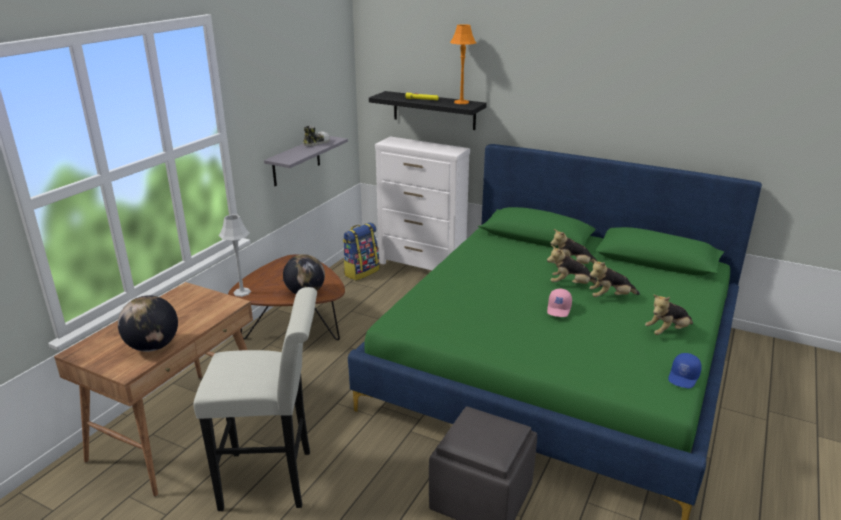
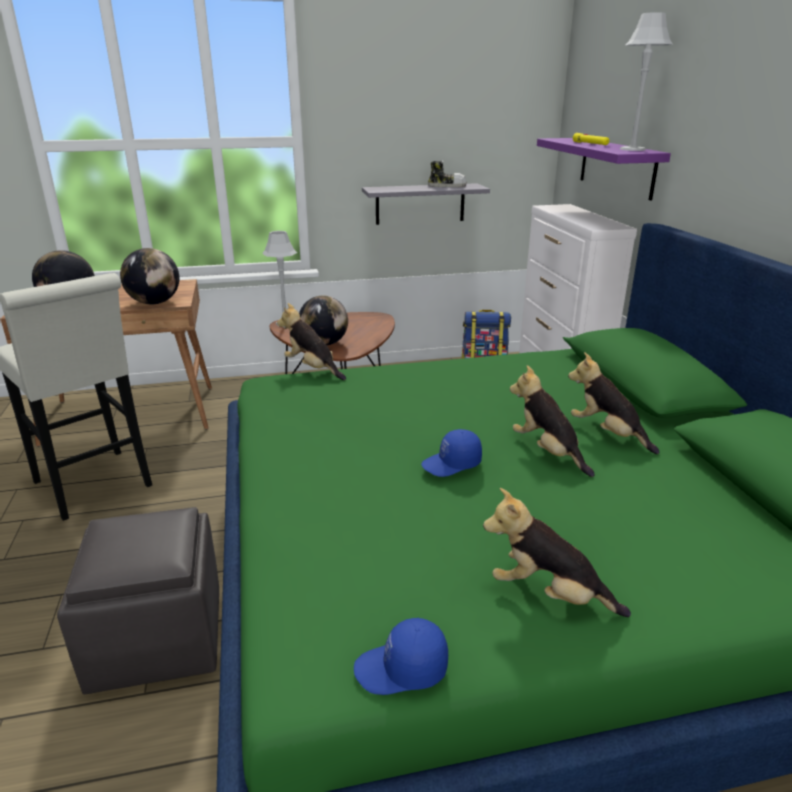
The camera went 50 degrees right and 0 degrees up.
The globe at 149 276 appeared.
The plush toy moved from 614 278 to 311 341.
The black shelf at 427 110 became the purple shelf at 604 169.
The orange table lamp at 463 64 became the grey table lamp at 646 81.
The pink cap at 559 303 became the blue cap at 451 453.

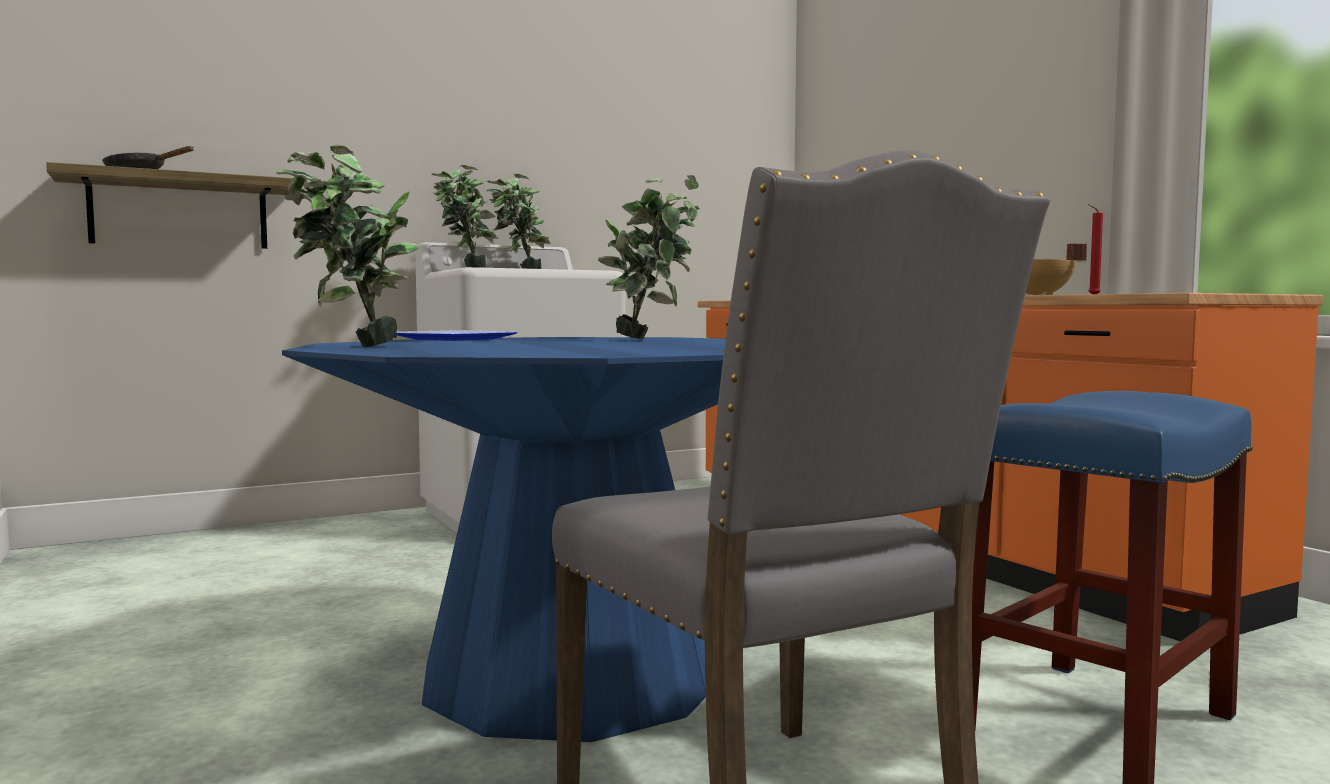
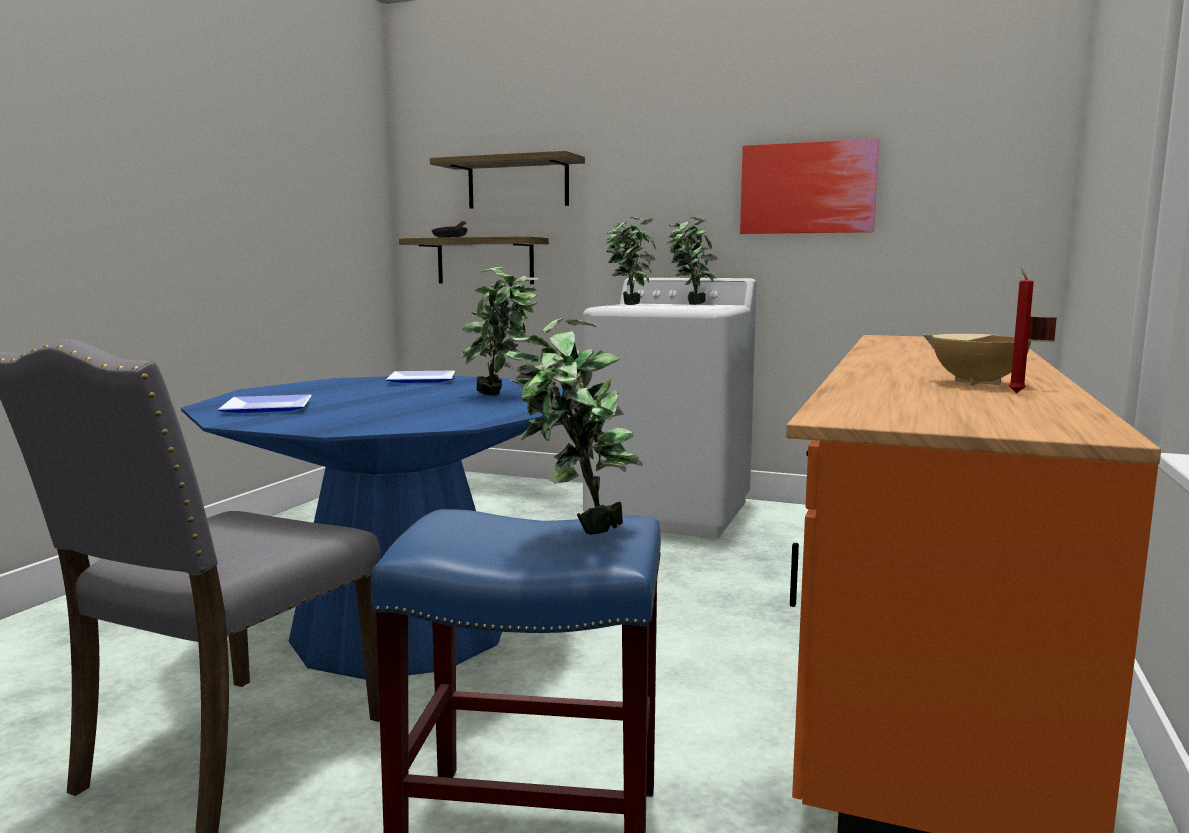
The camera went 50 degrees right and 5 degrees up.
The plate at 264 403 appeared.
The shelf at 507 179 appeared.
The picture at 809 186 appeared.
The potted plant moved from 347 245 to 574 426.

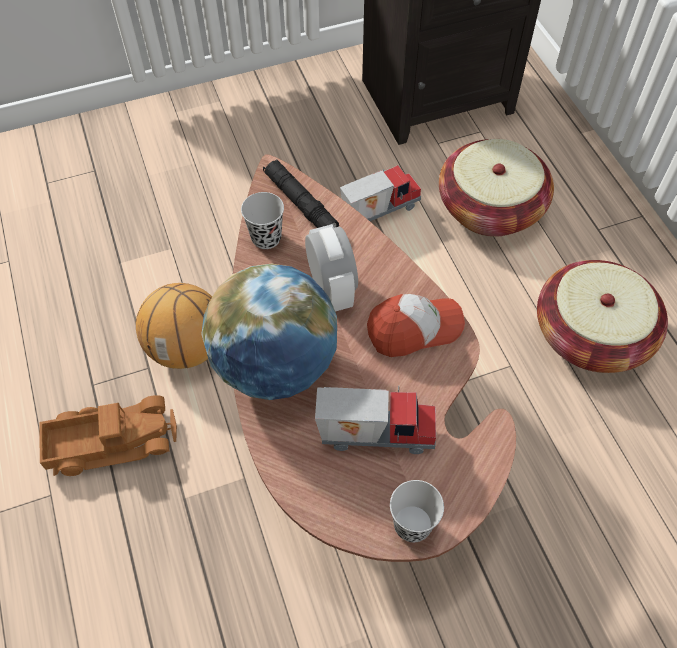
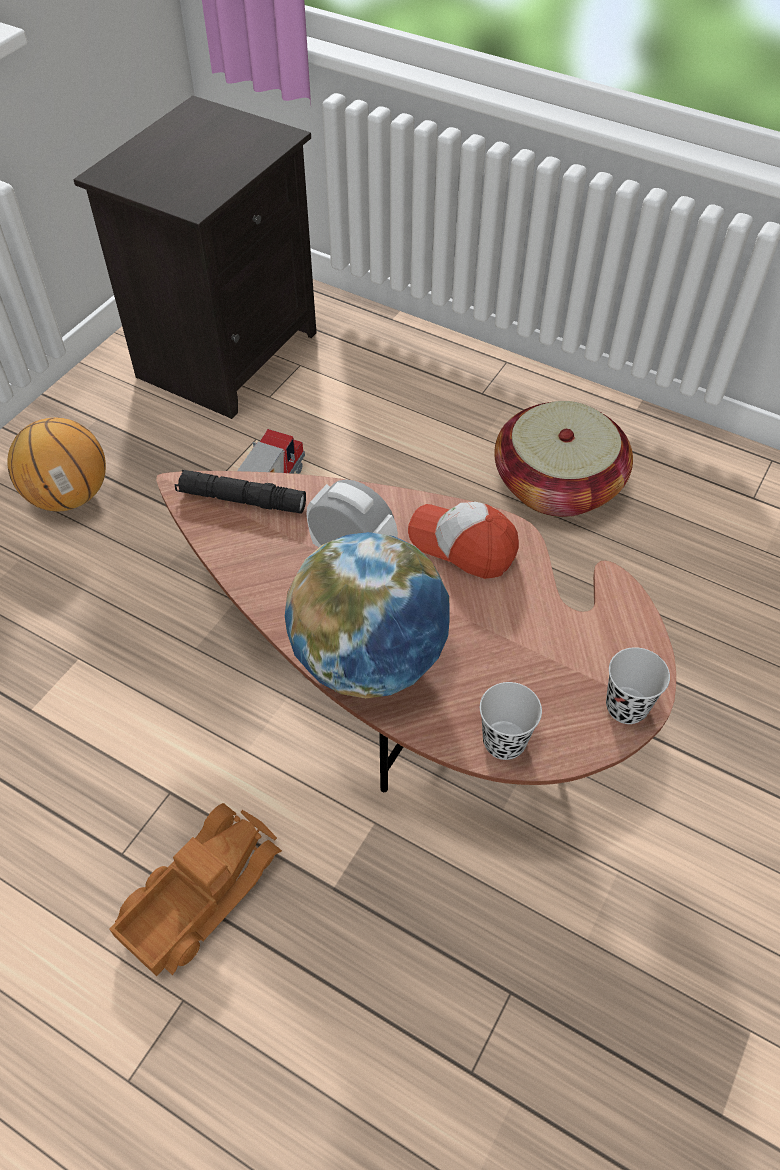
The camera went 40 degrees left and 5 degrees down.
The toy truck at 375 419 disappeared.
The basket at 496 188 disappeared.
The basketball moved from 174 326 to 57 464.
The black cup moved from 262 220 to 511 721.
The cap at 416 325 turned 90 degrees counterclockwise.

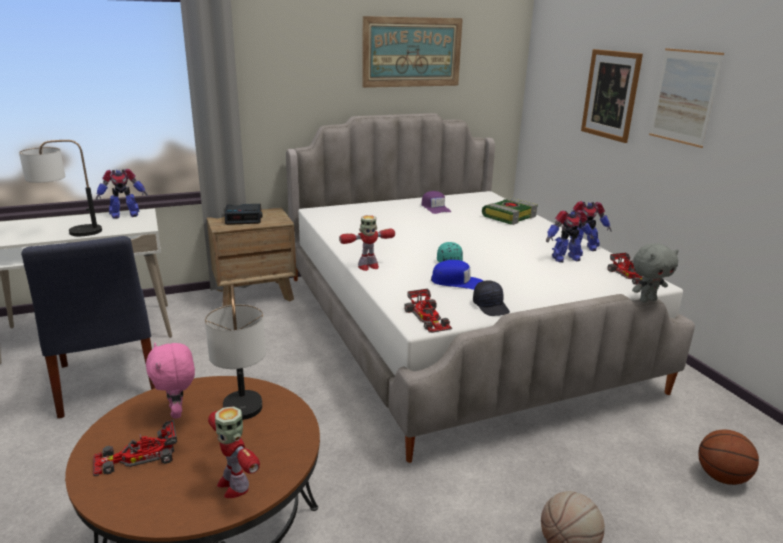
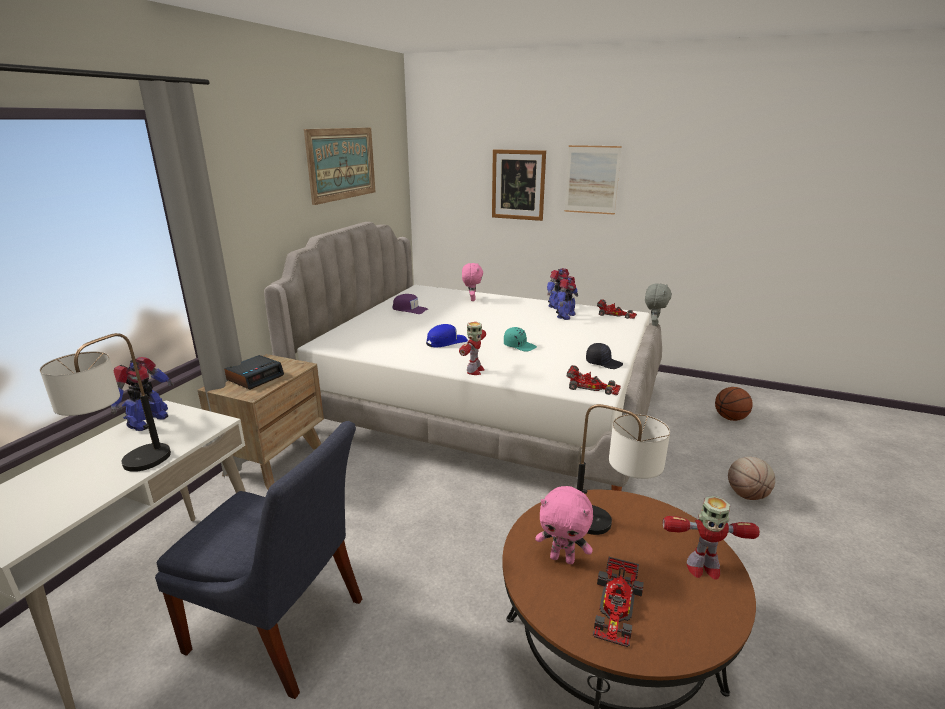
The camera went 45 degrees left and 0 degrees up.
The blue cap moved from 457 275 to 447 335.
The book at 510 211 was replaced by the pink plush toy at 472 282.

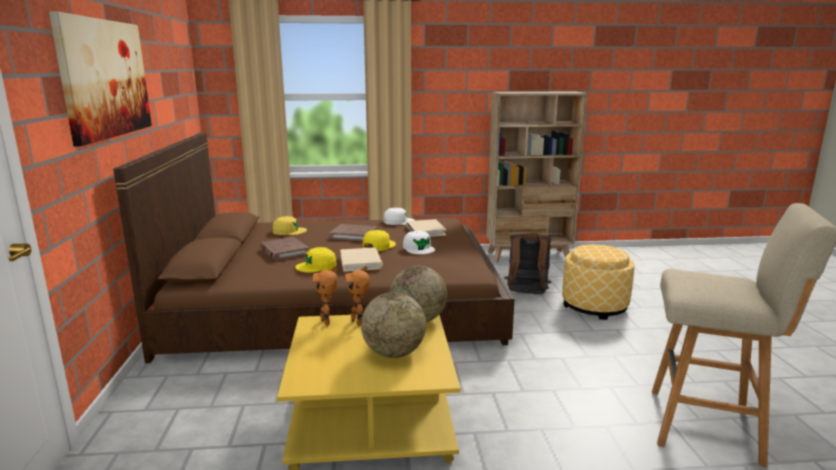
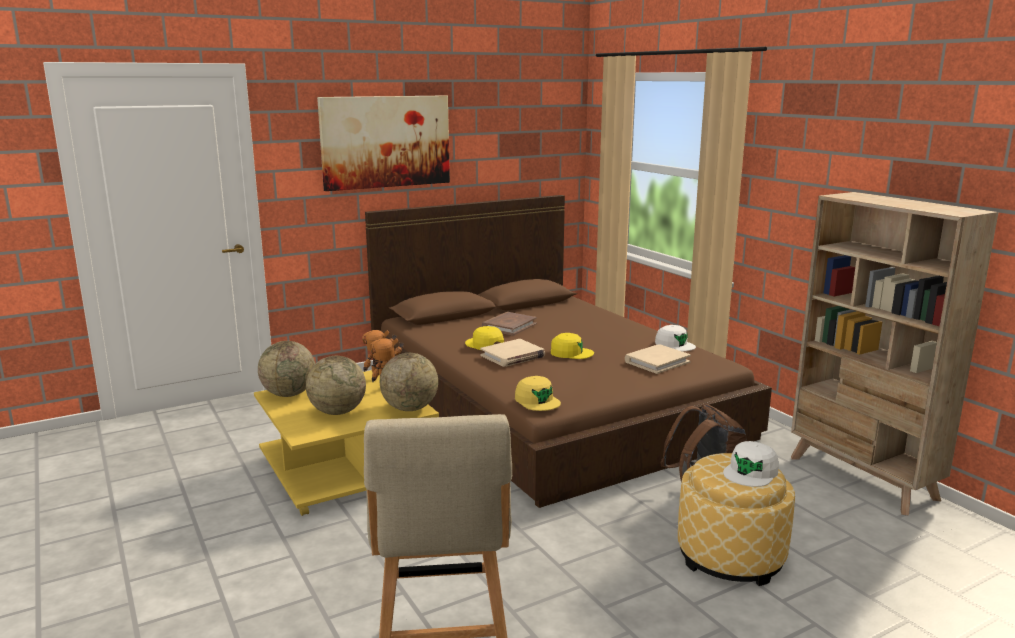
The camera went 65 degrees right and 0 degrees up.
The brown book at 353 232 disappeared.
The globe at 286 369 appeared.
The yellow cap moved from 290 225 to 538 393.
The white cap moved from 419 242 to 751 464.

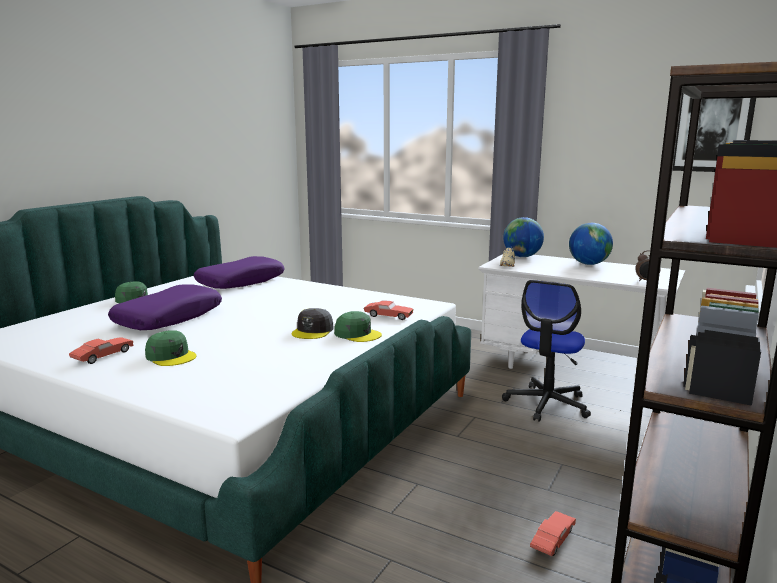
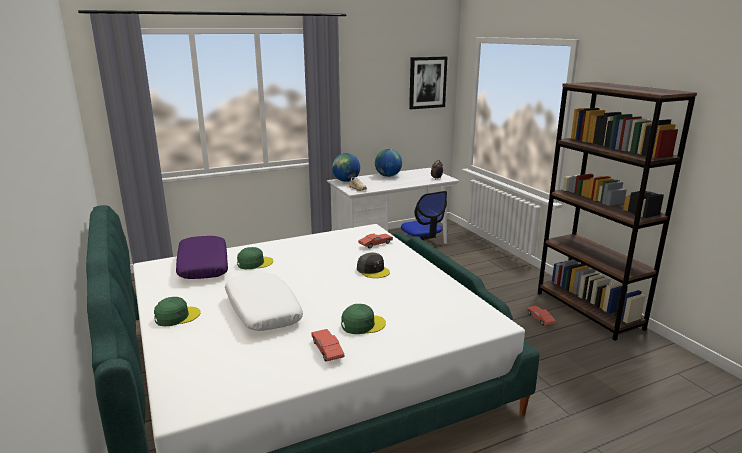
The camera went 55 degrees left and 5 degrees up.
The green cap moved from 358 326 to 255 258.
The purple pillow at 165 307 became the white pillow at 264 302.

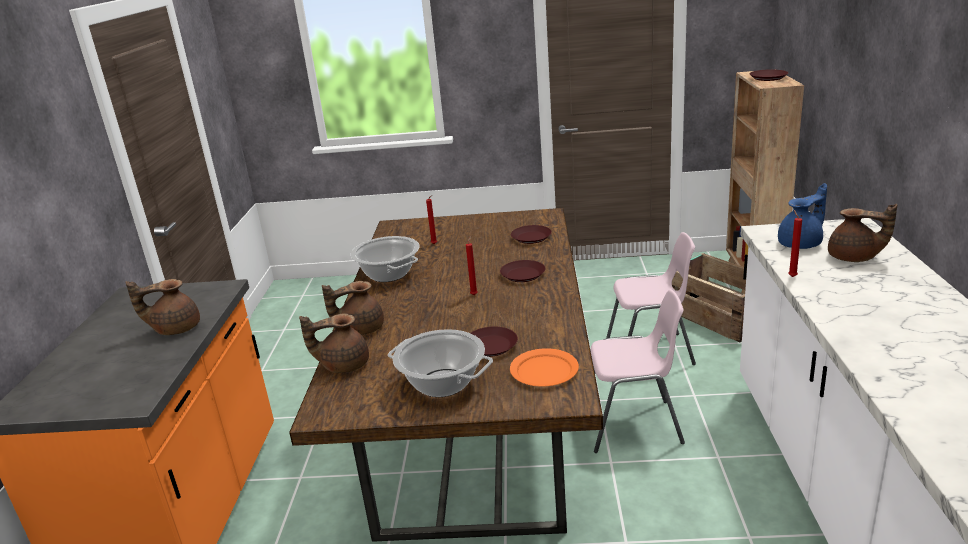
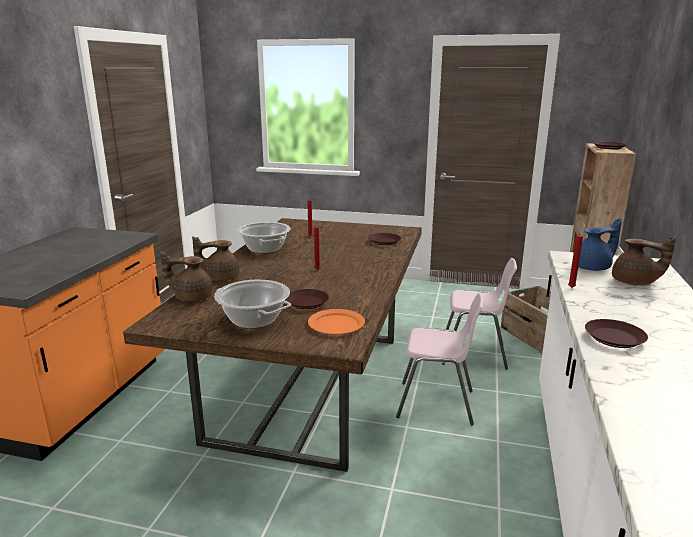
The camera went 10 degrees right and 5 degrees down.
The brown teapot at 163 307 disappeared.
The brown plate moved from 523 271 to 616 333.

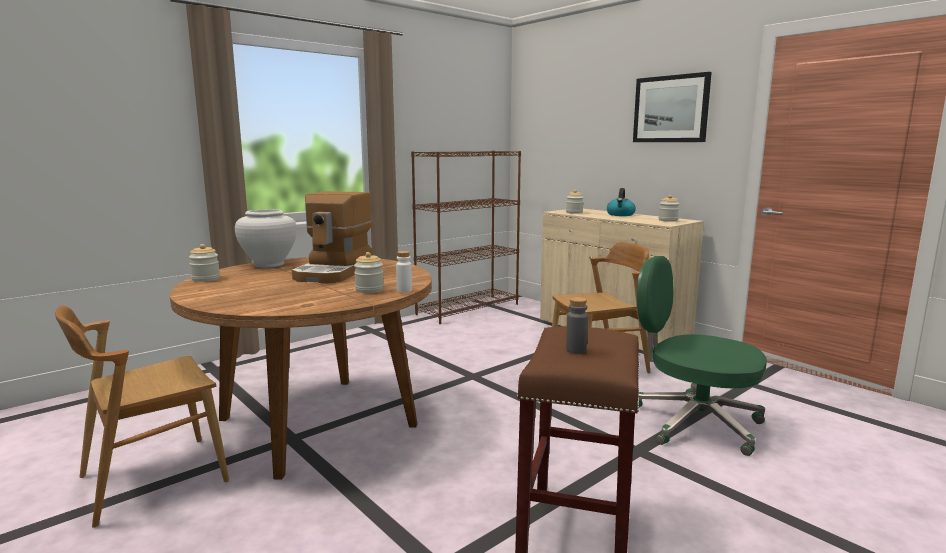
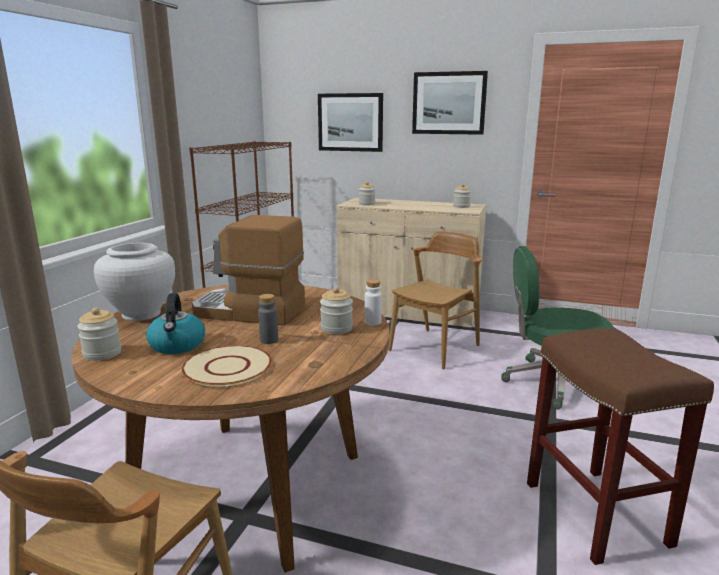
The camera went 30 degrees left and 5 degrees up.
The beige plate at 227 366 appeared.
The picture at 350 122 appeared.
The grey bottle moved from 577 325 to 268 319.
The kettle moved from 621 202 to 175 323.
The coffee machine at 332 237 turned 120 degrees clockwise.

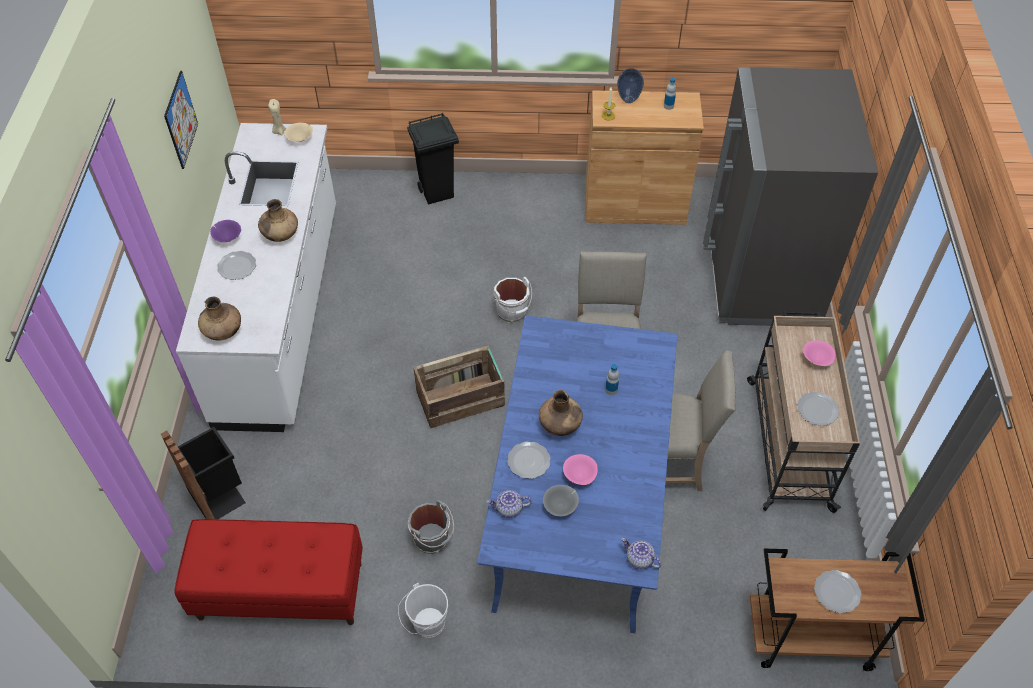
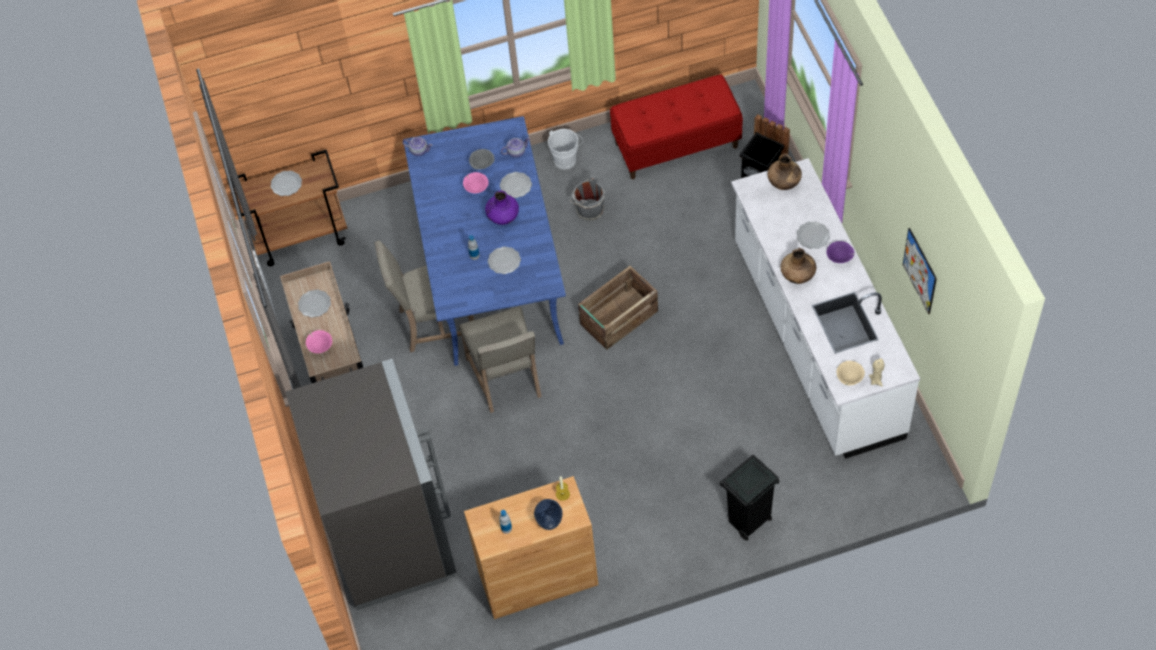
The camera went 165 degrees right and 5 degrees up.
The white bucket at 513 299 disappeared.
The plate at 504 260 appeared.
The brown vase at 561 413 became the purple vase at 502 207.

